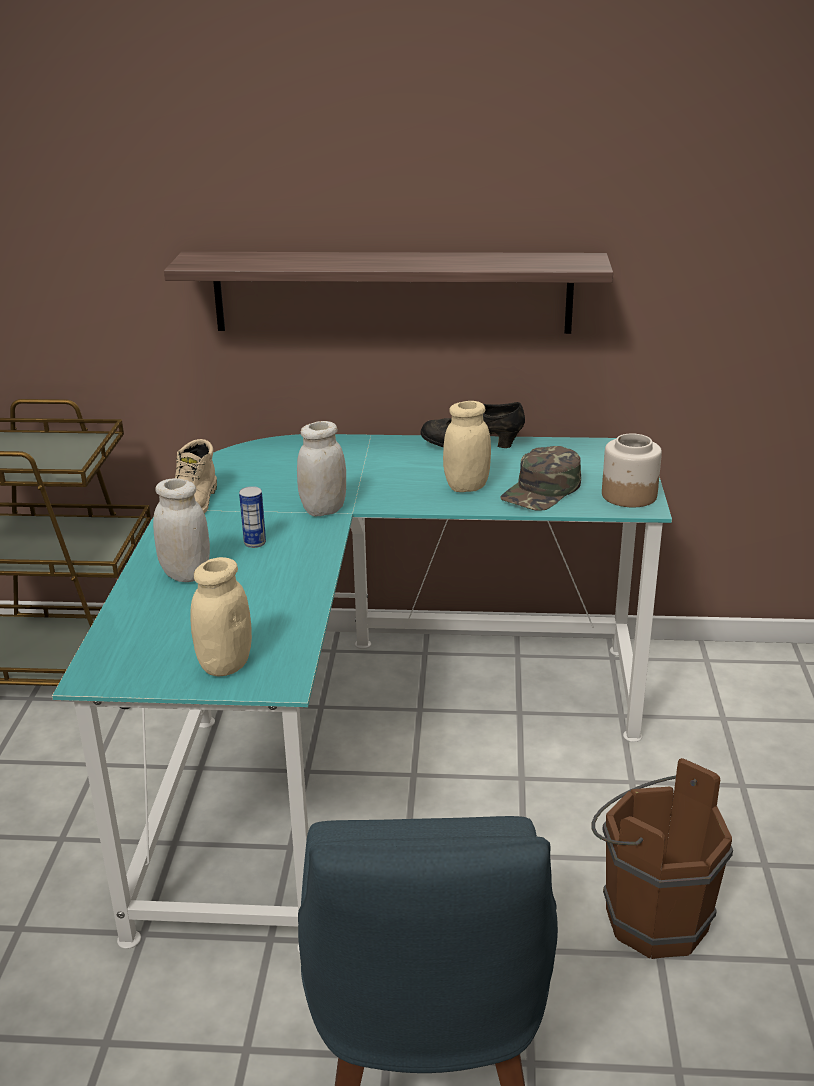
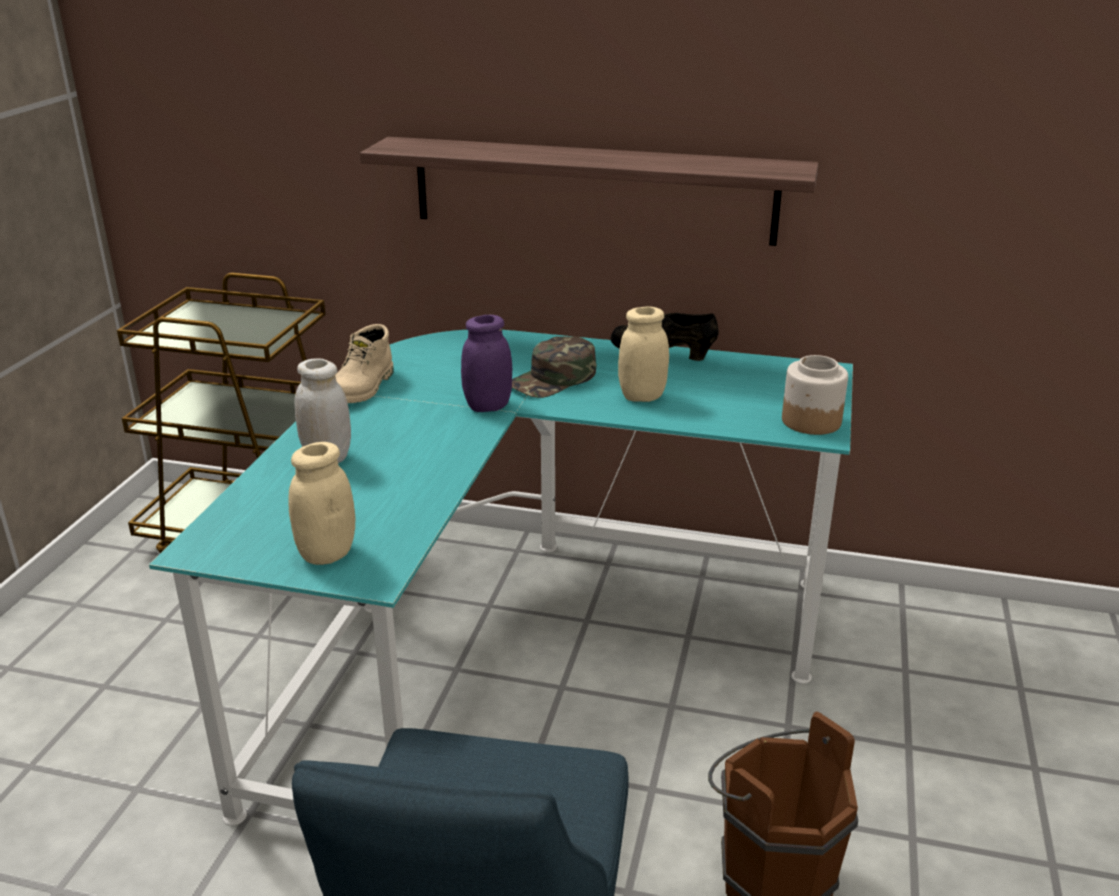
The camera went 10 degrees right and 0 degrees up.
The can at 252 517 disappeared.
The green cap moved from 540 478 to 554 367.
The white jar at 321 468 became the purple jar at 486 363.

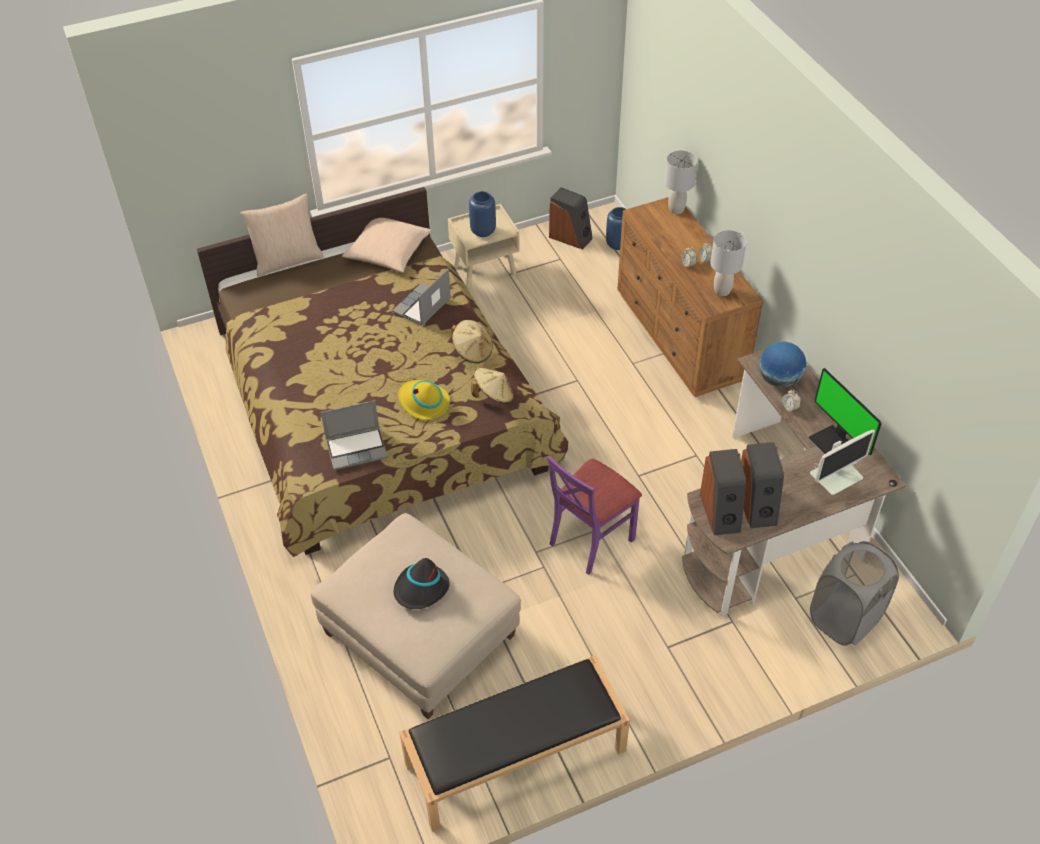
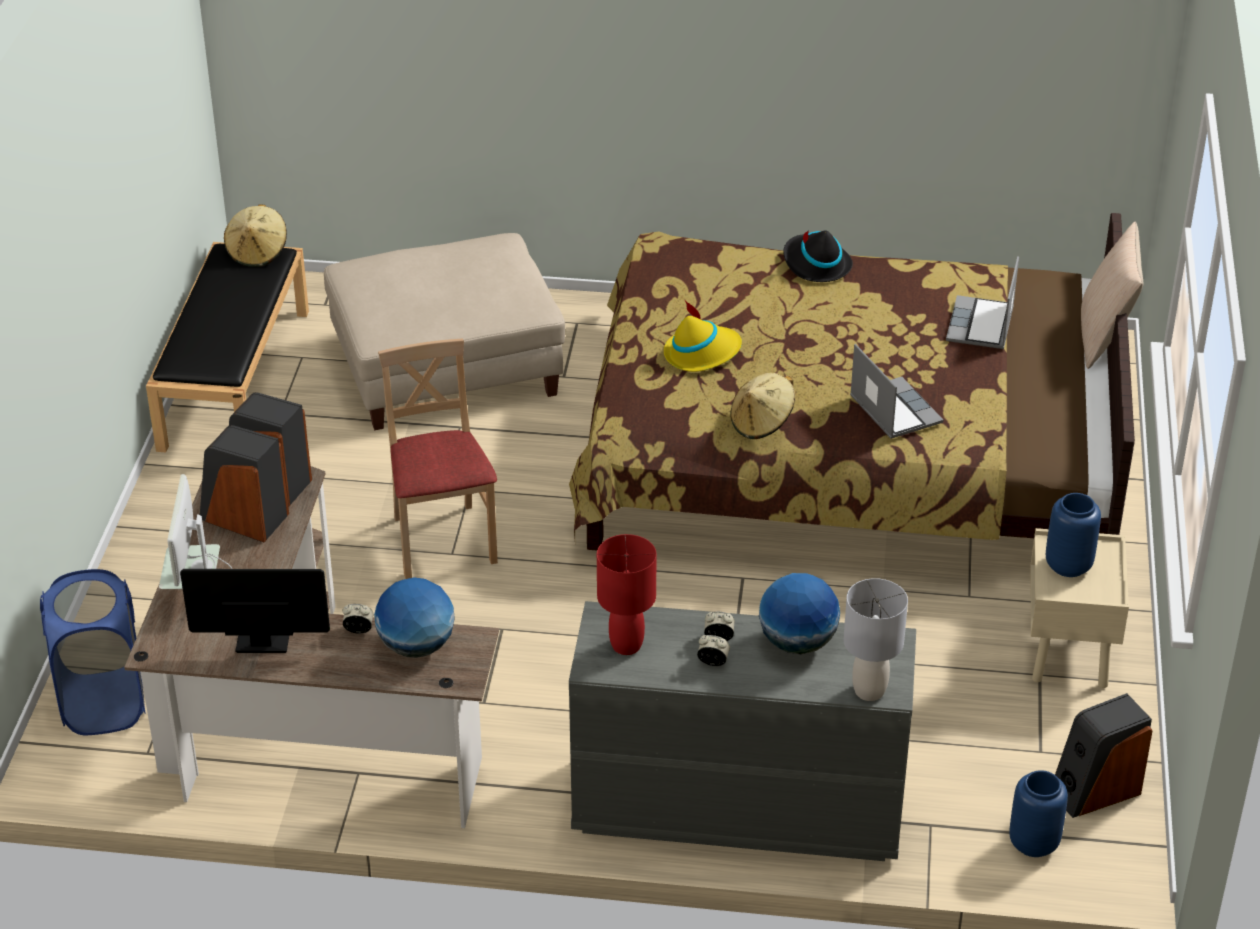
The camera went 120 degrees right and 10 degrees down.
The beige pillow at 387 245 disappeared.
The globe at 799 613 appeared.
The laptop moved from 354 435 to 982 302.
The black hat moved from 422 583 to 818 256.
The beige hat moved from 492 386 to 255 235.
The purple chair at 594 515 became the beige chair at 438 459.
The brown dresser at 690 297 became the grey dresser at 742 731.
The grey table lamp at 728 263 became the red table lamp at 627 594.
The grey laundry basket at 854 593 became the blue laundry basket at 93 652.

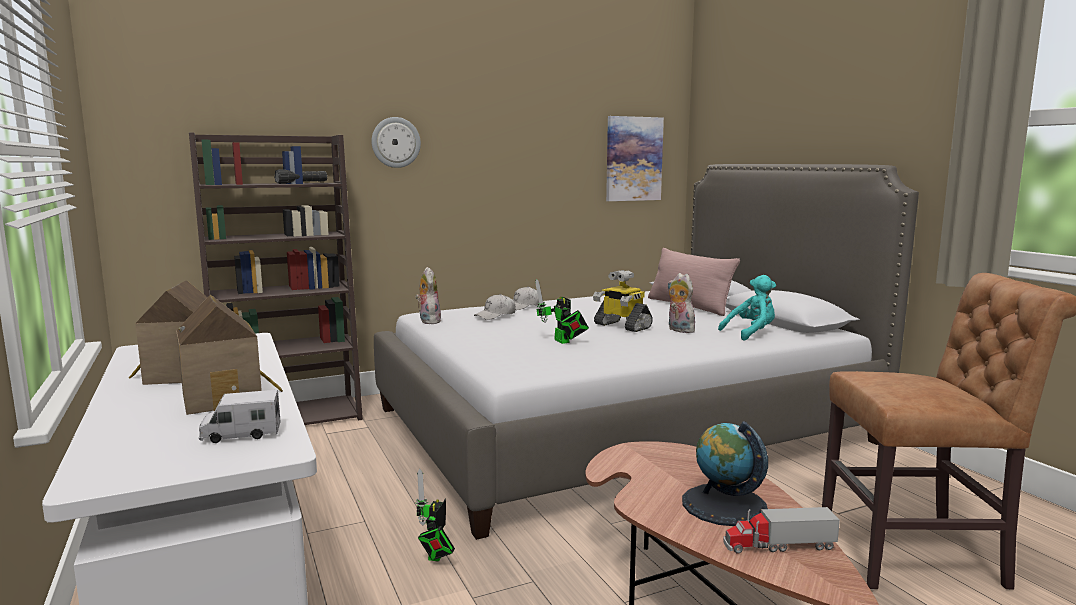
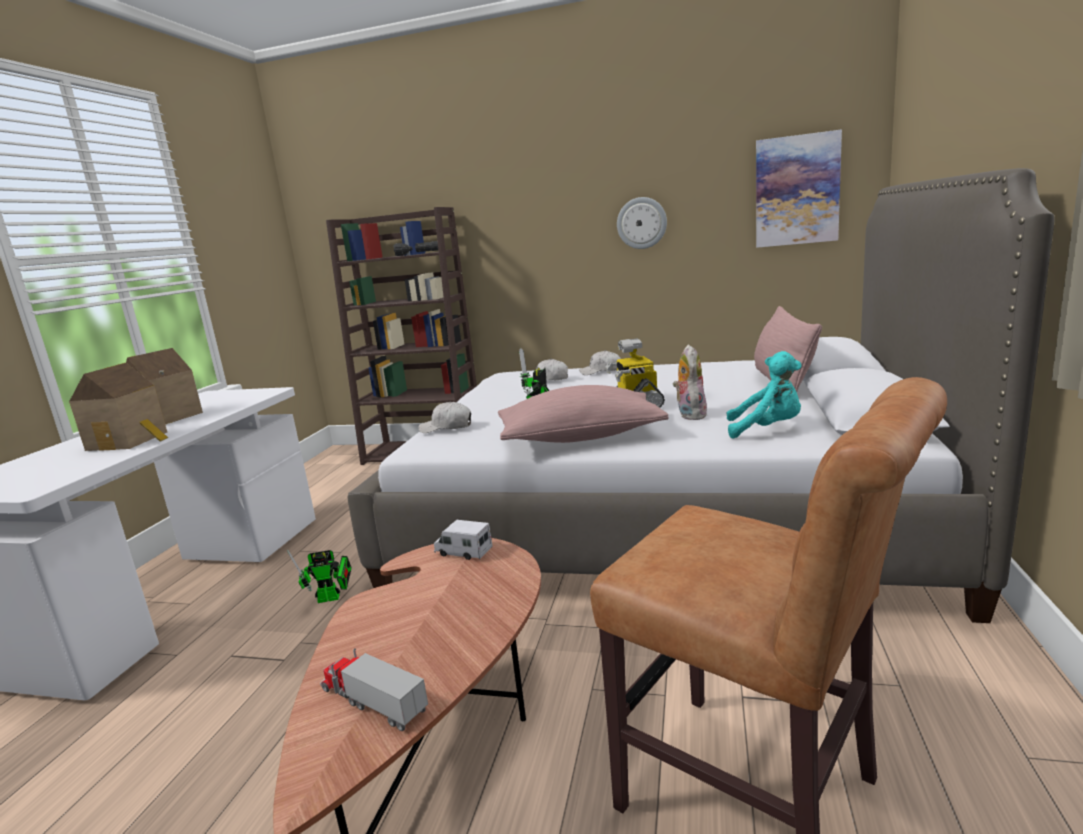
The camera went 40 degrees right and 5 degrees up.
The plush toy at 428 295 disappeared.
The globe at 725 473 disappeared.
The white cap at 444 417 appeared.
The pink pillow at 583 414 appeared.
The toy truck moved from 240 416 to 463 540.
The wall clock moved from 396 142 to 642 223.
The toy robot at 435 515 turned 150 degrees counterclockwise.

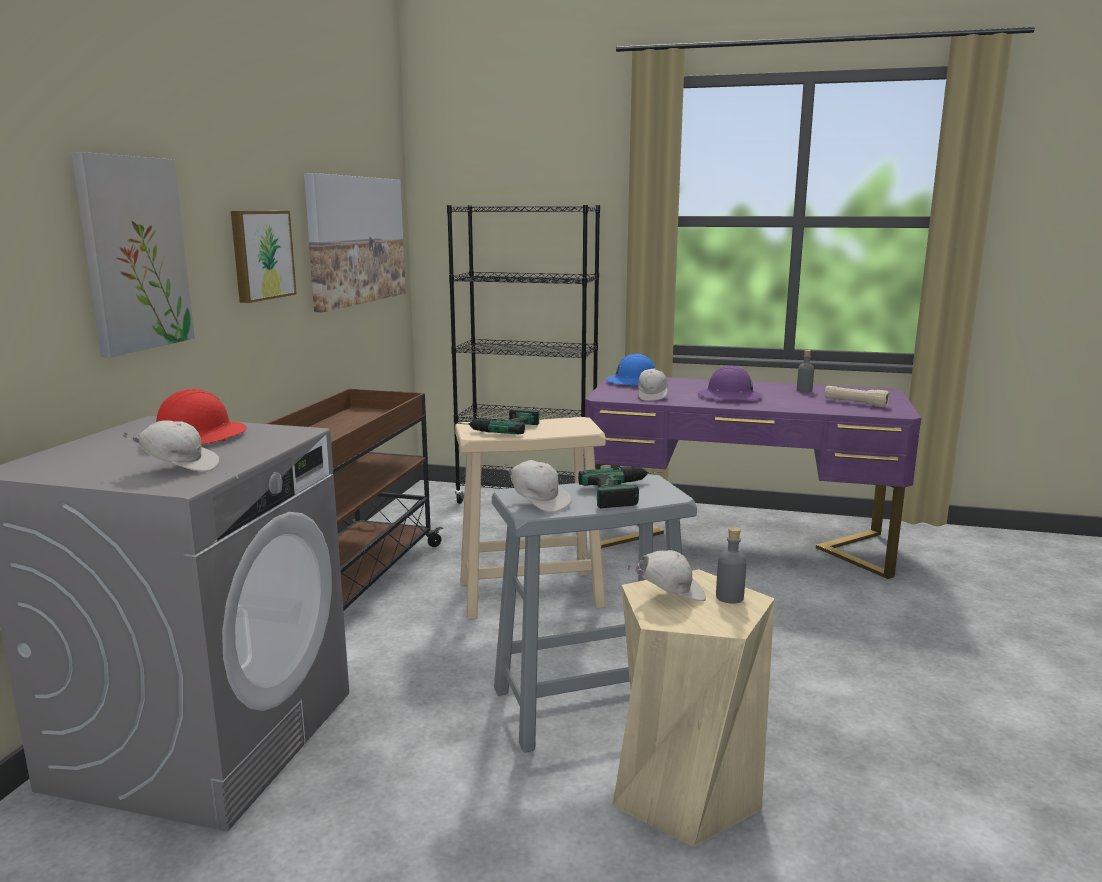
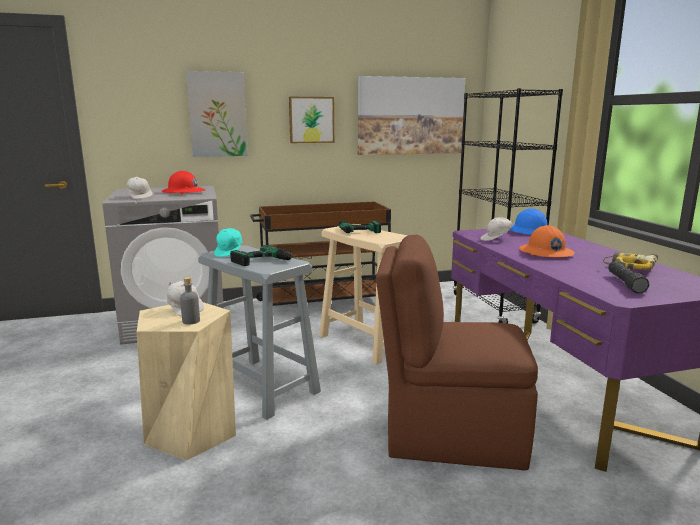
The camera went 60 degrees right and 0 degrees up.
The brown chair at 457 353 appeared.
The grey bottle at 805 371 was replaced by the power drill at 630 261.
The white cap at 537 486 became the turquoise cap at 228 242.
The purple hard hat at 730 384 became the orange hard hat at 547 241.
The beige flashlight at 857 396 became the black flashlight at 628 277.

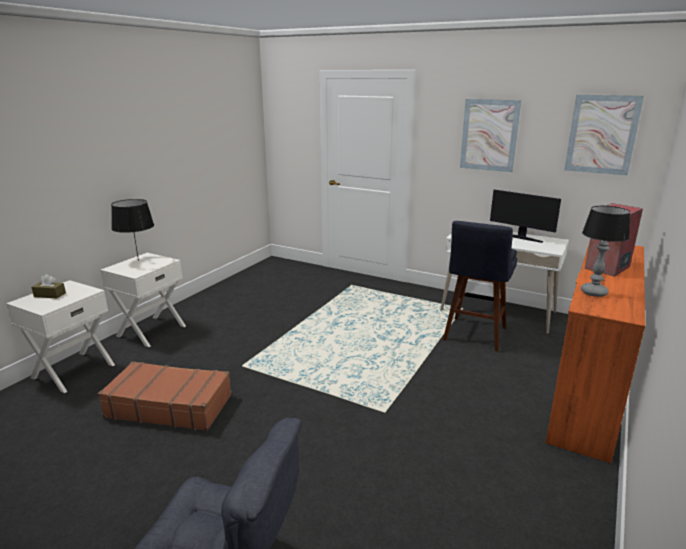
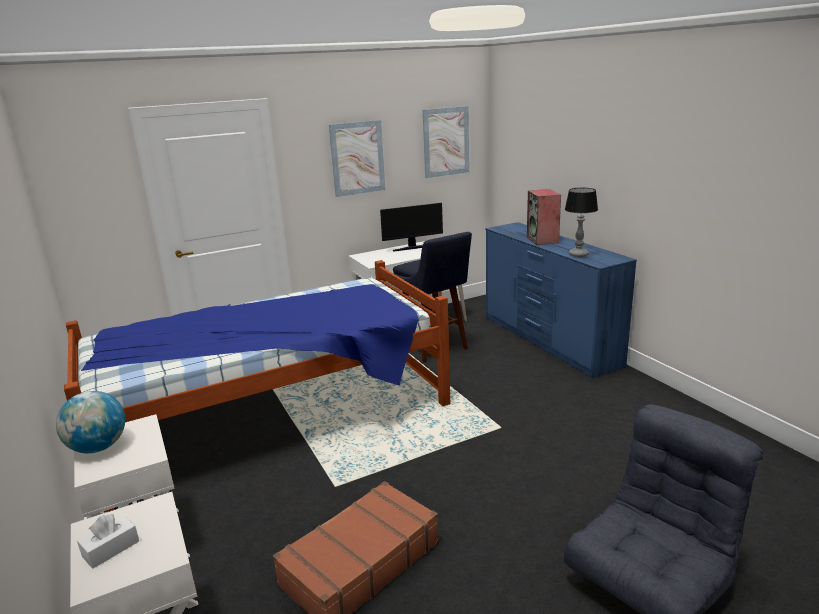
The camera went 55 degrees left and 0 degrees up.
The bed at 257 386 appeared.
The black table lamp at 132 230 was replaced by the globe at 90 422.
The brown tissue box at 49 286 became the white tissue box at 108 541.
The orange dresser at 595 352 became the blue dresser at 561 300.

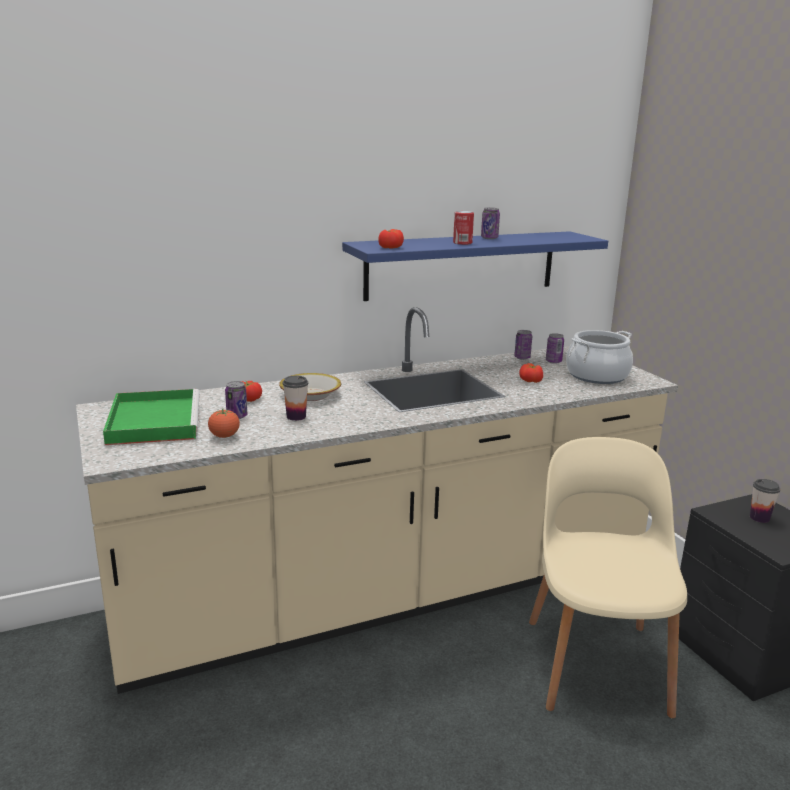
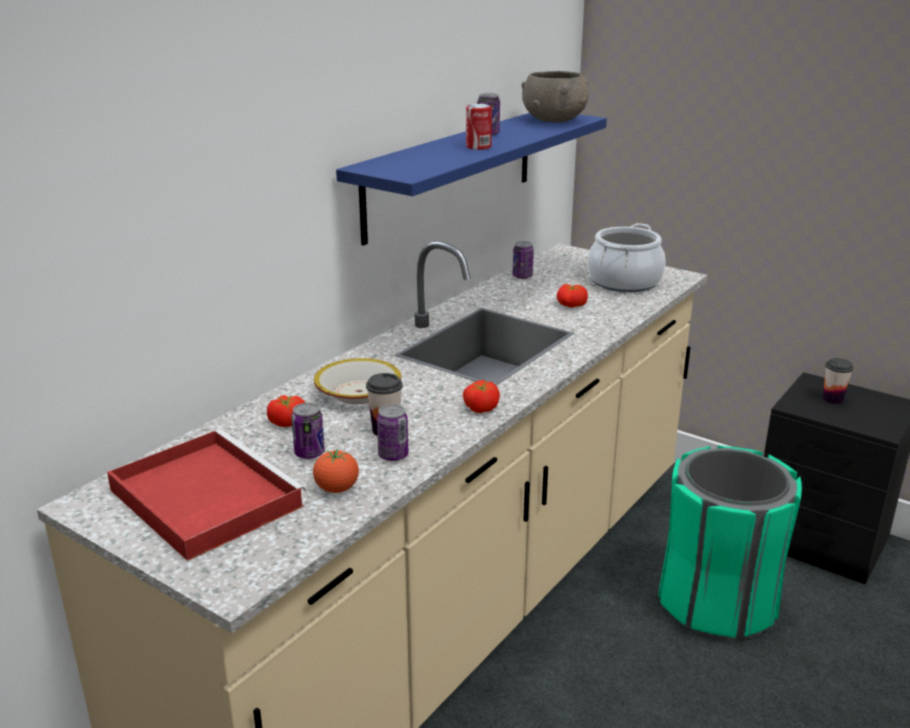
The camera went 30 degrees left and 5 degrees up.
The grey bowl at 555 96 appeared.
The tomato moved from 391 239 to 481 396.
The can moved from 555 348 to 393 433.
The beige chair at 608 578 was replaced by the green trash can at 730 543.
The green tray at 151 417 became the red tray at 206 495.

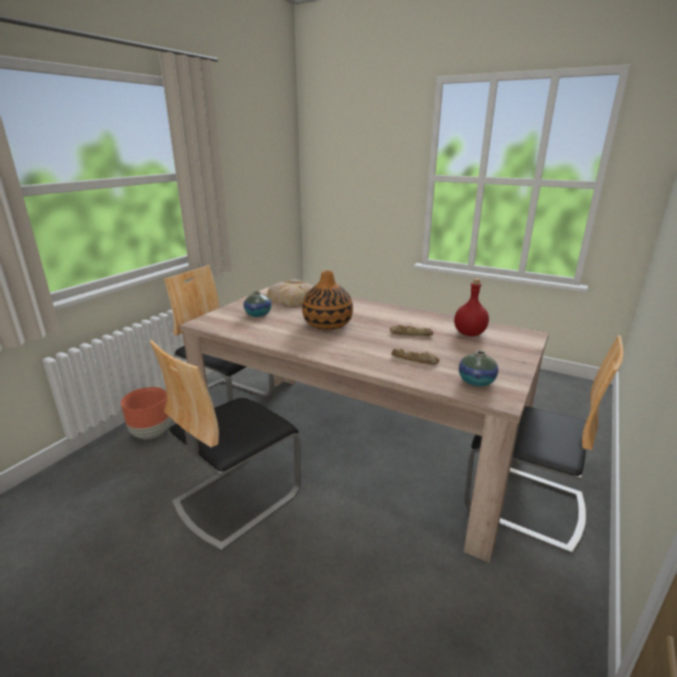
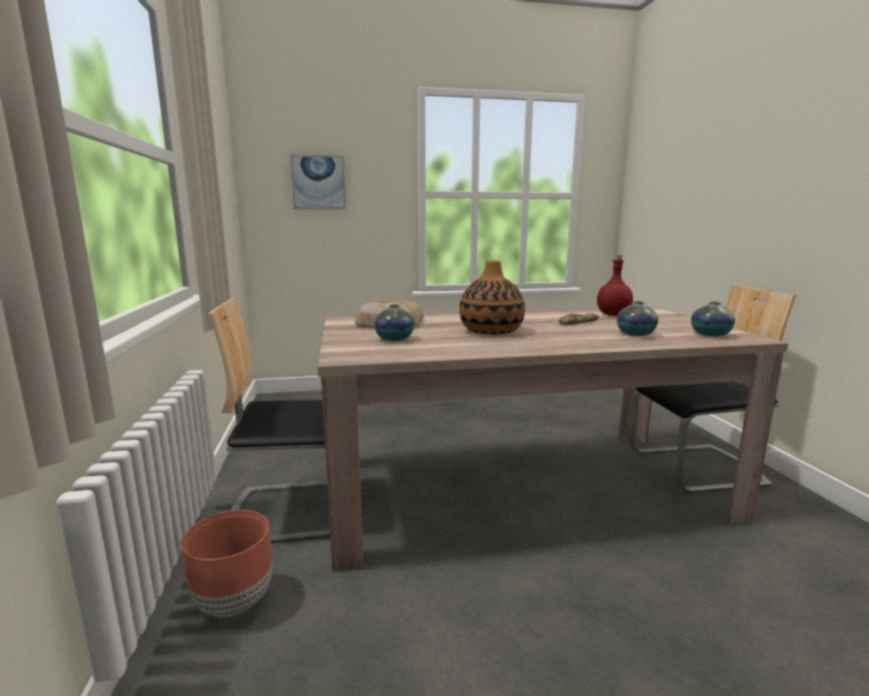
The camera went 40 degrees left and 10 degrees down.
The chair at 225 446 disappeared.
The picture at 318 182 appeared.
The bread at 415 357 was replaced by the vase at 637 318.

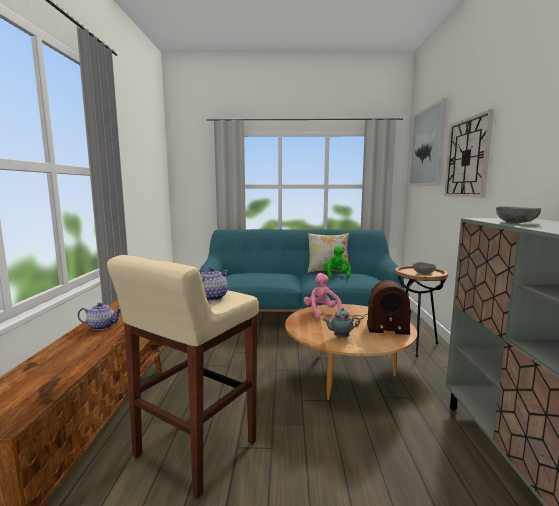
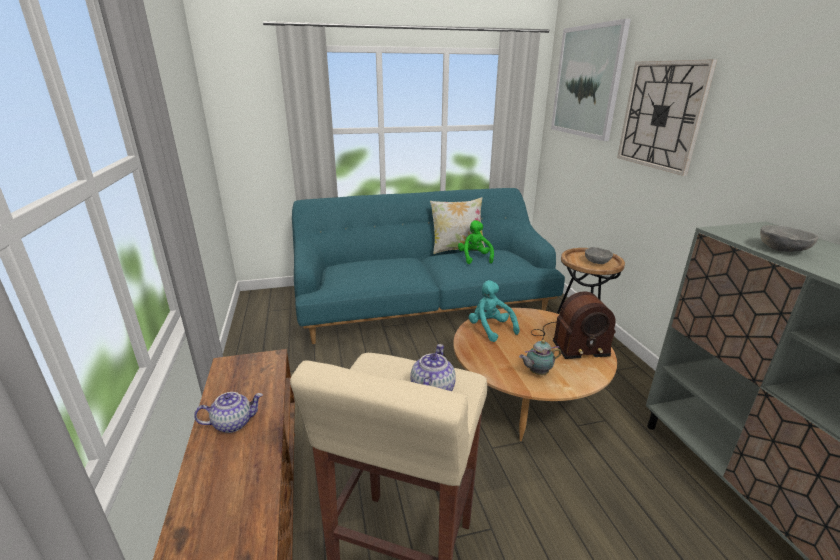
The camera went 15 degrees left and 15 degrees up.
The pink plush toy at 323 295 became the turquoise plush toy at 494 311.

